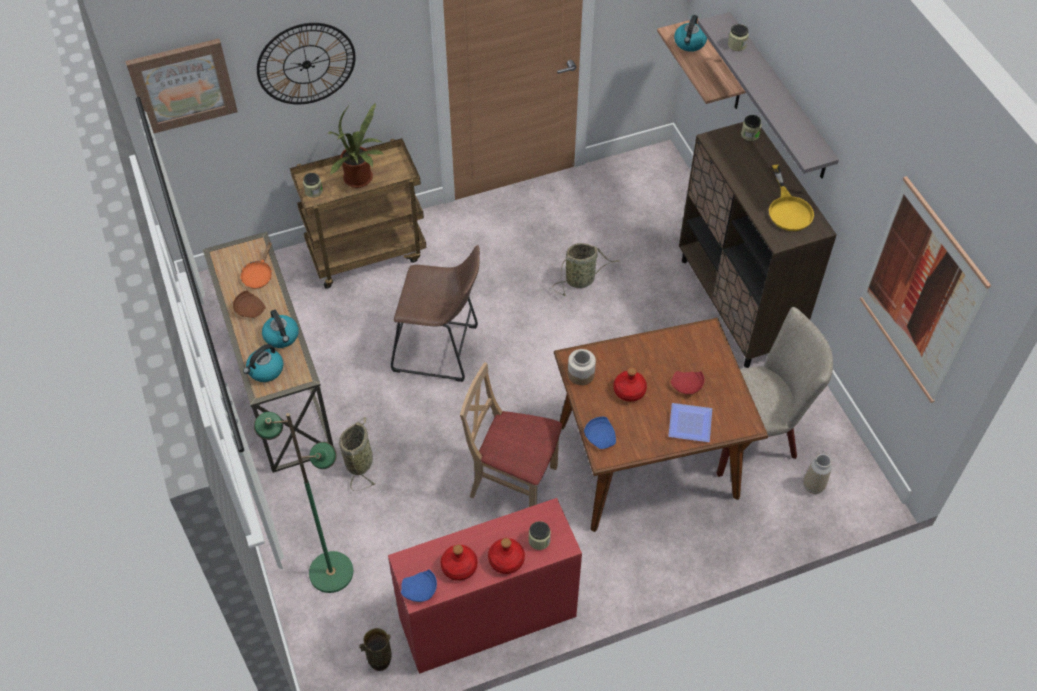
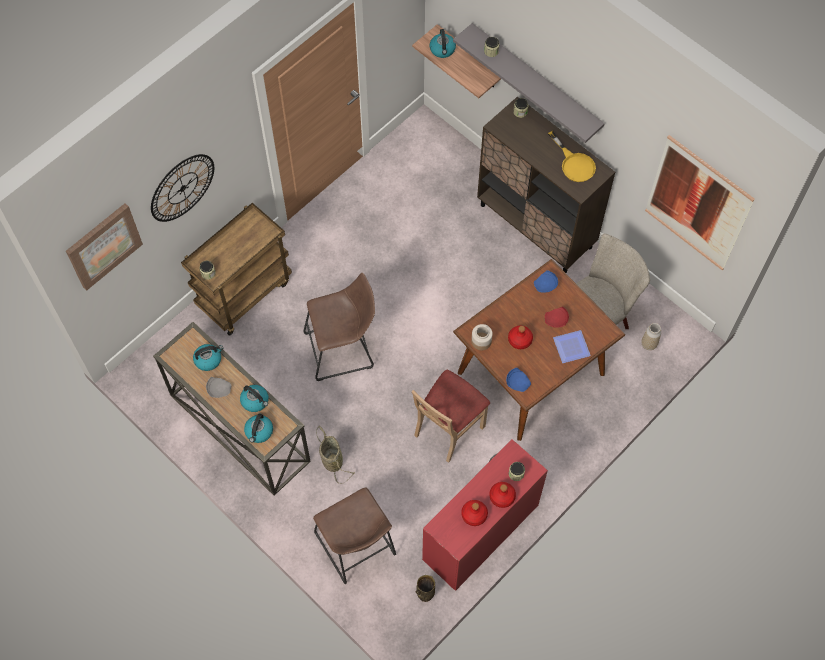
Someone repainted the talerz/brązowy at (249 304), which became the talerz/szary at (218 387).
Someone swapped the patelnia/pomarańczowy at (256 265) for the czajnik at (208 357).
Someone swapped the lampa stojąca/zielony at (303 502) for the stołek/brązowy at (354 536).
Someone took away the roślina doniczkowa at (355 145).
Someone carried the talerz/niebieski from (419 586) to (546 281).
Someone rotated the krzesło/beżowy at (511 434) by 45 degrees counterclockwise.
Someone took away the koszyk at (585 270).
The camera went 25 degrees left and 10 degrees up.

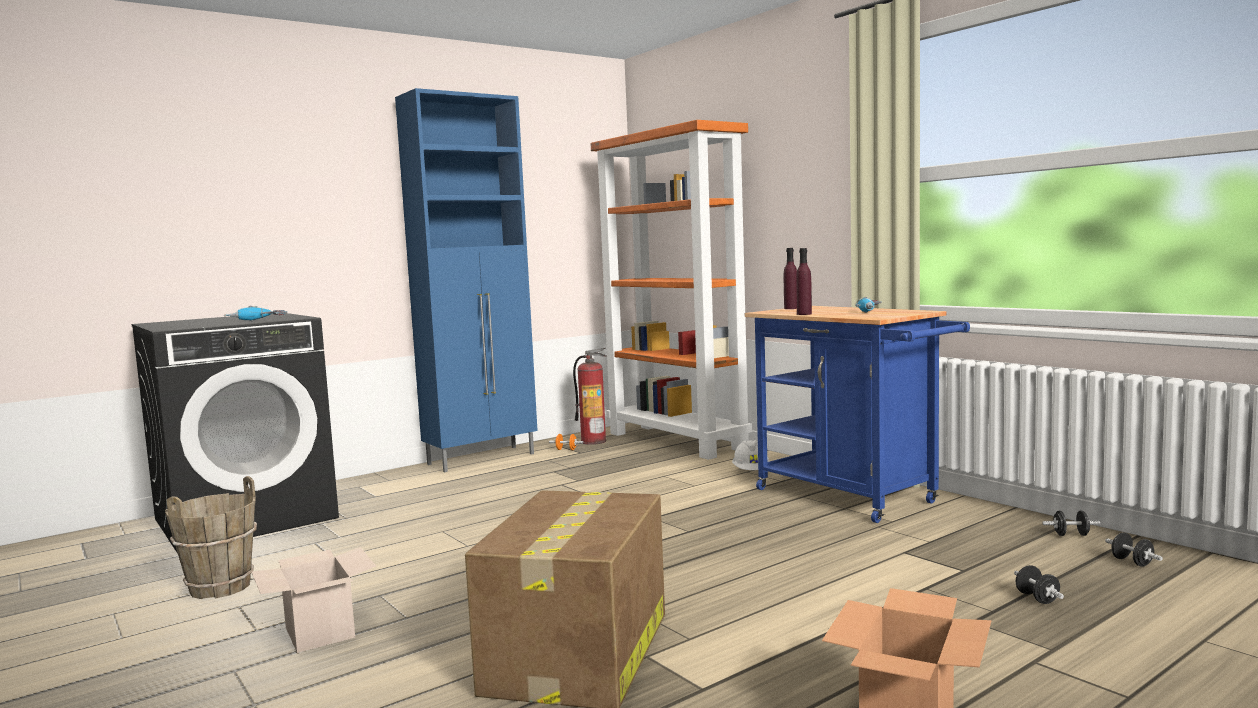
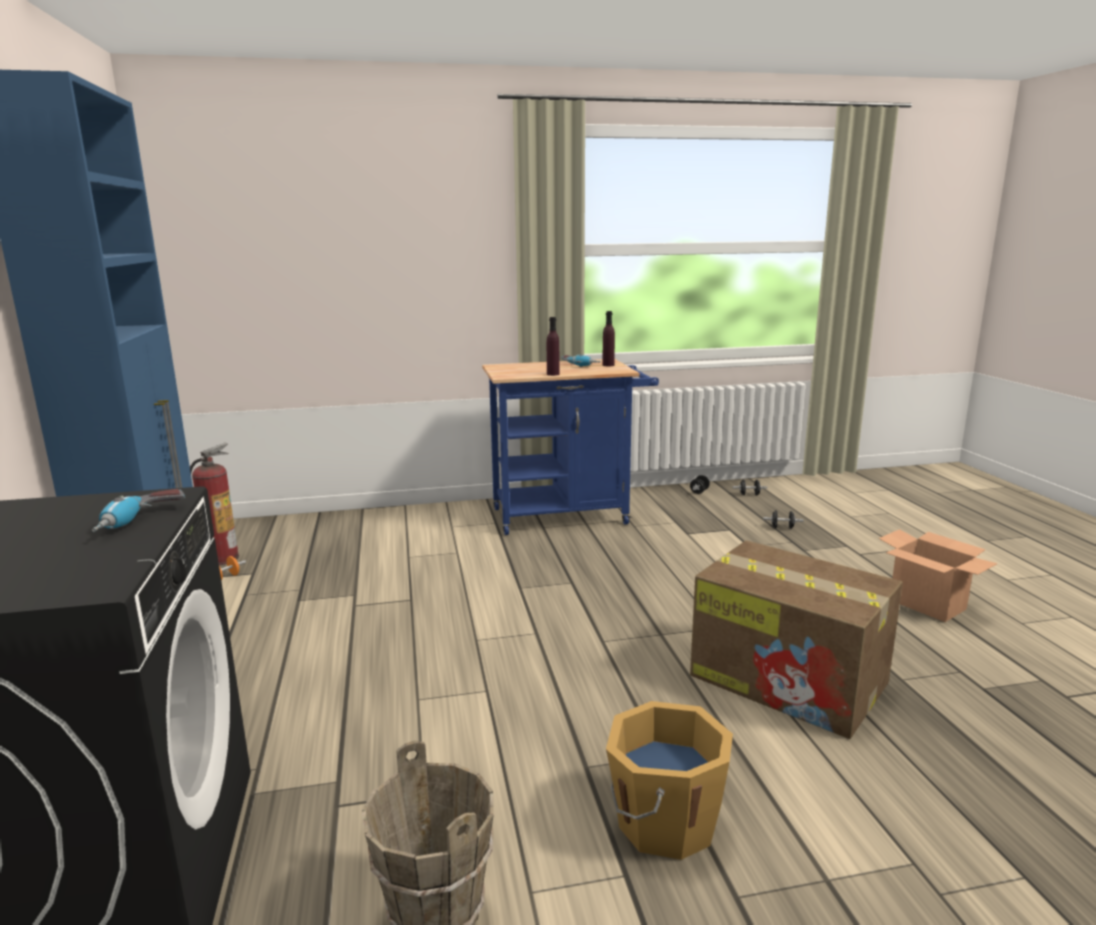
Someone swapped the karton at (314 600) for the wiadro/pomarańczowy at (669 780).
Someone took away the regał/pomarańczowy at (671 290).
Someone took away the kask/biały at (751 455).
Someone carried the butelka/fioletowy from (790 278) to (608 338).
The camera went 65 degrees left and 10 degrees up.

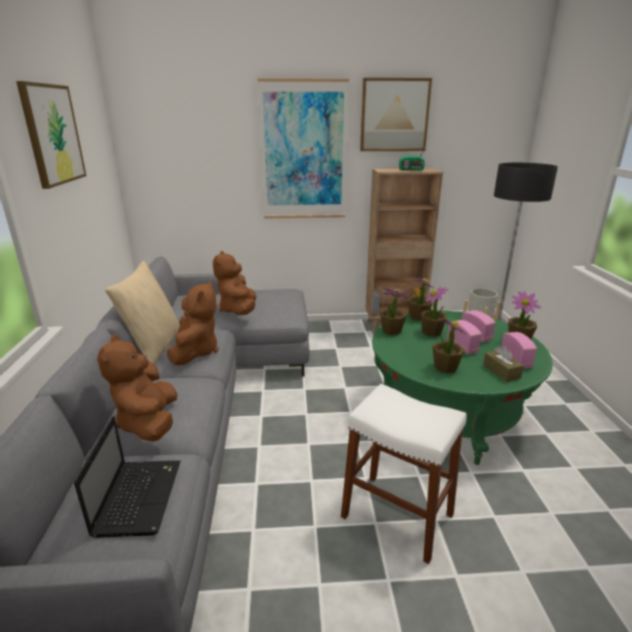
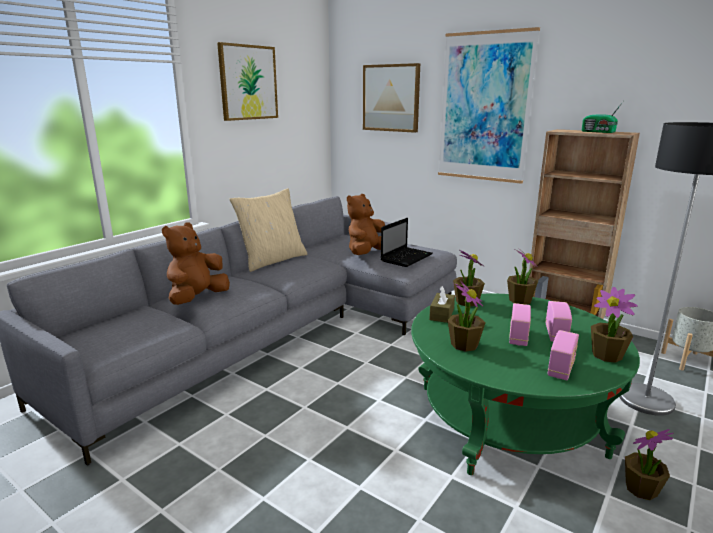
Someone carried the laptop from (127 477) to (407 242).
Someone took away the pluszak/brązowy at (193 323).
Someone took away the stołek/biały at (404 474).
Someone carried the obraz from (396 114) to (391 98).
Someone carried the roślina doniczkowa from (434 312) to (649 464).
Someone carried the pudełko chusteczek/brązowy from (503 364) to (442 304).
The camera went 40 degrees right and 5 degrees down.

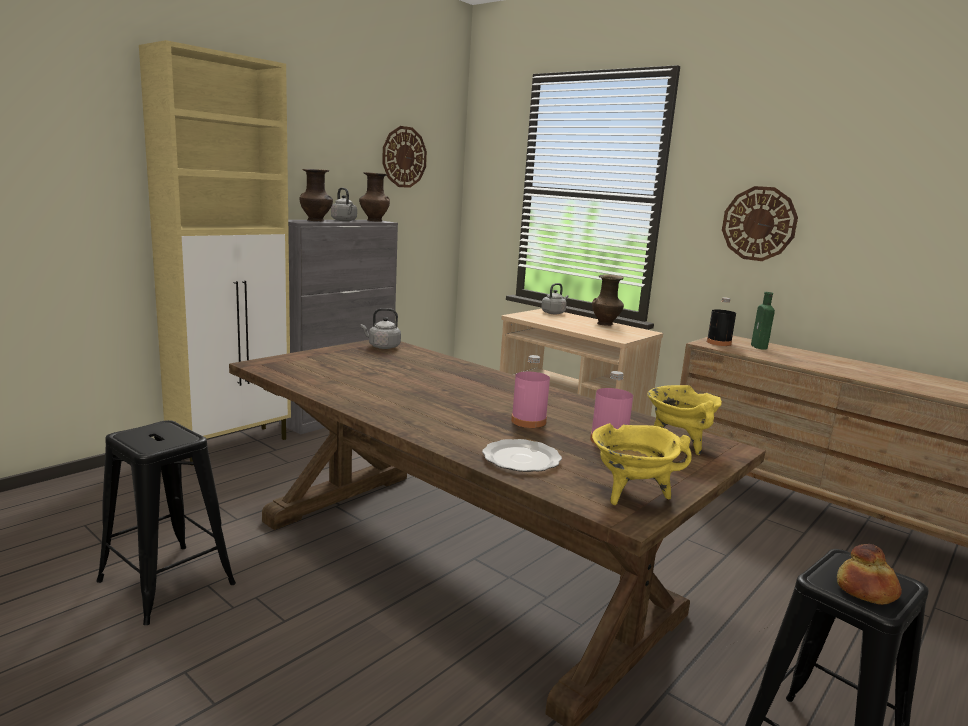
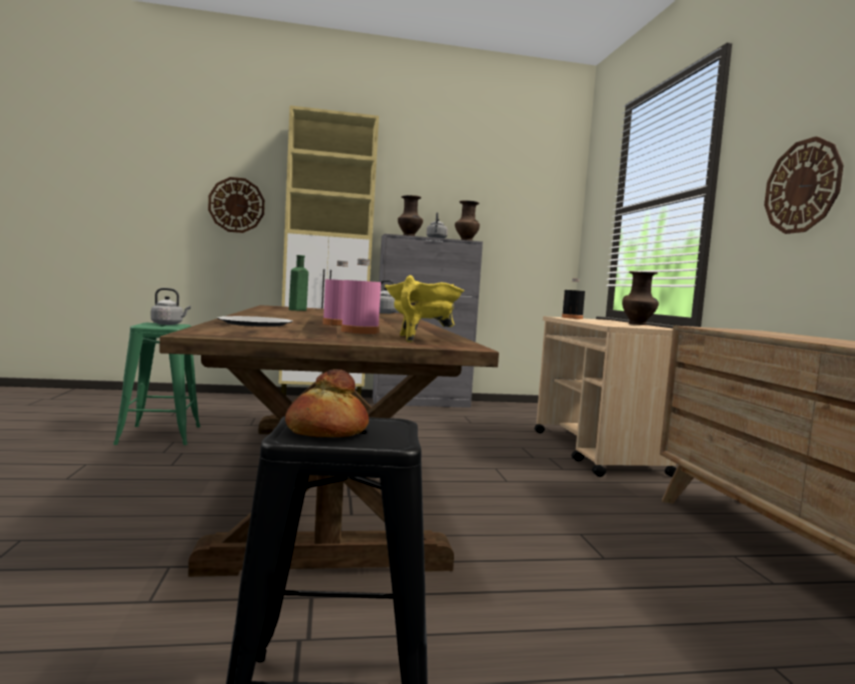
Someone repainted the stołek/czarny at (166 522), which became the stołek/zielony at (157 384).
Someone carried the zegar ścienny from (404 157) to (236 205).
Someone carried the czajnik/szary from (554 298) to (171 306).
Someone took away the garnek/żółty at (642 464).
Someone carried the butelka/czarny from (721 321) to (573 298).
Someone carried the butelka/zielony from (763 321) to (298 283).
The camera went 40 degrees right and 10 degrees down.

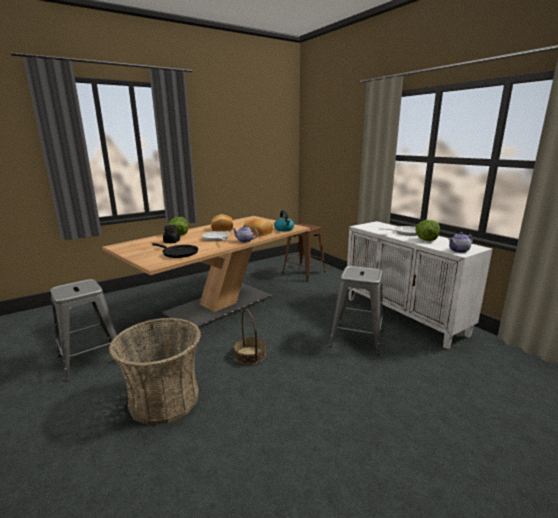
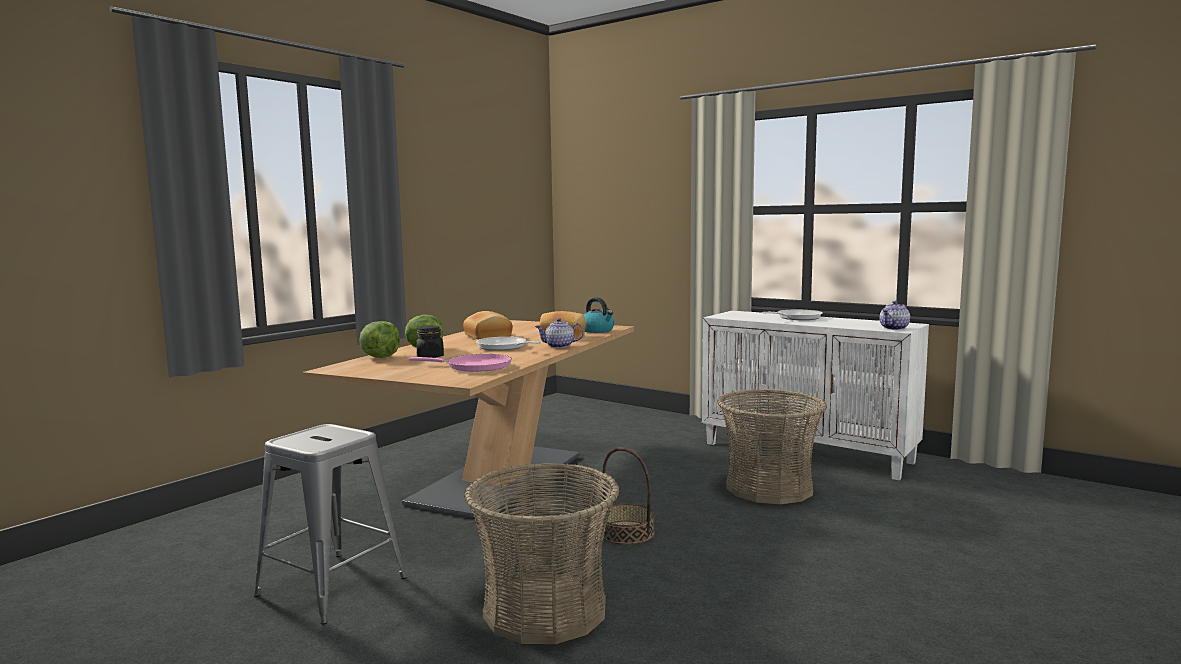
Someone repainted the patelnia/czarny at (175 250), which became the patelnia/różowy at (460 363).
Someone took away the stołek/brązowy at (304 252).
Someone swapped the stołek/szary at (356 310) for the koszyk at (772 446).
Someone carried the sałata from (428 230) to (379 339).
The camera went 20 degrees left and 10 degrees down.

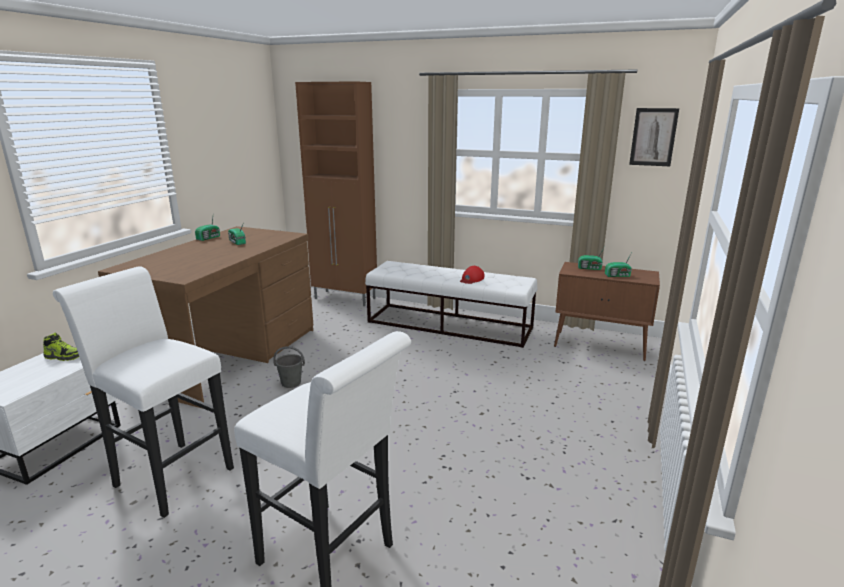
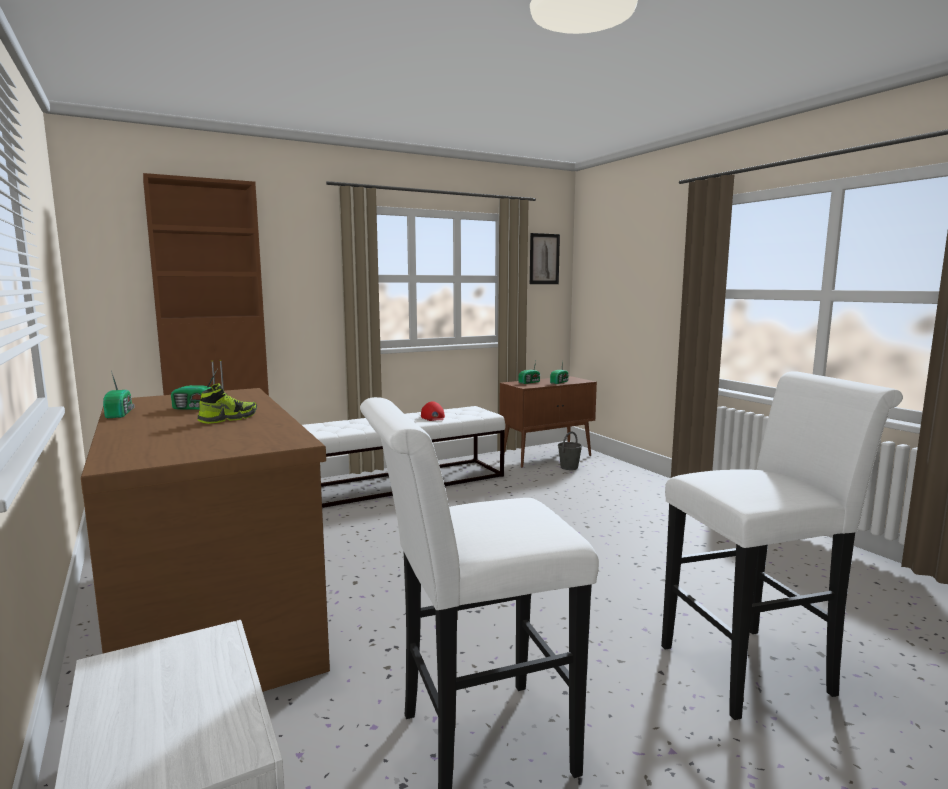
Someone carried the but from (61 346) to (227 403).
Someone carried the wiadro/szary from (289 367) to (570 450).
The camera went 50 degrees left and 10 degrees down.

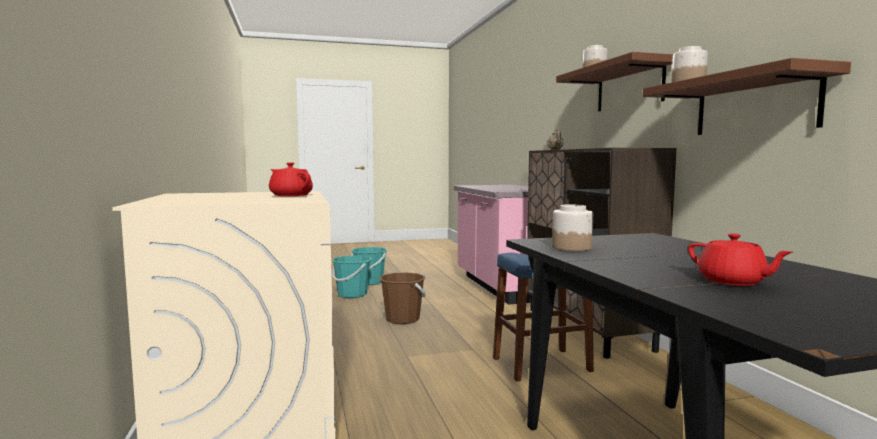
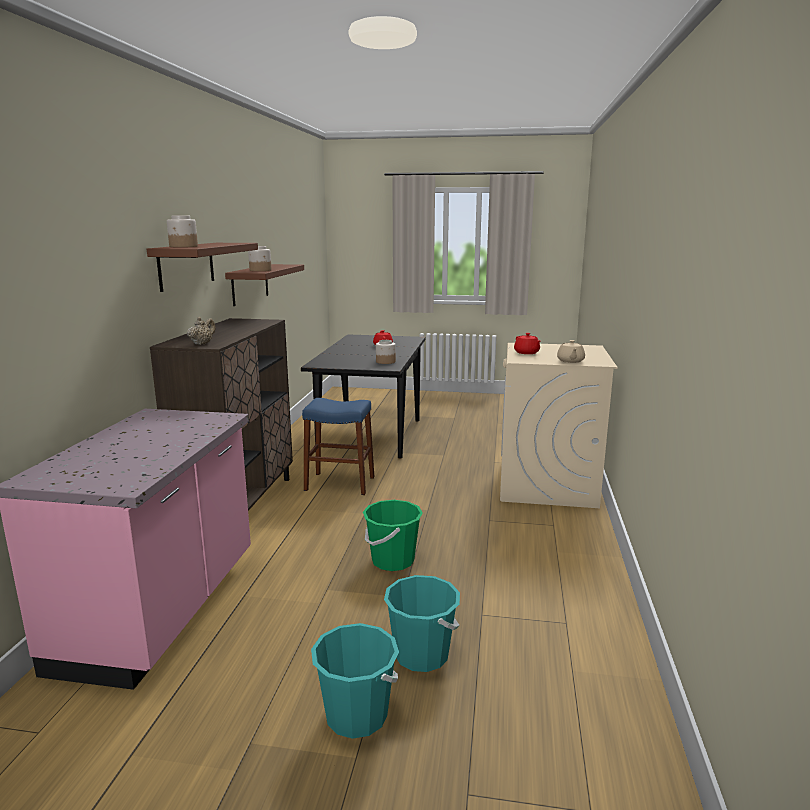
Someone repainted the wiadro/brązowy at (402 298), which became the wiadro/zielony at (393 535).
Someone put down the imbryk/beżowy at (571 351).
The camera went 155 degrees left and 10 degrees up.

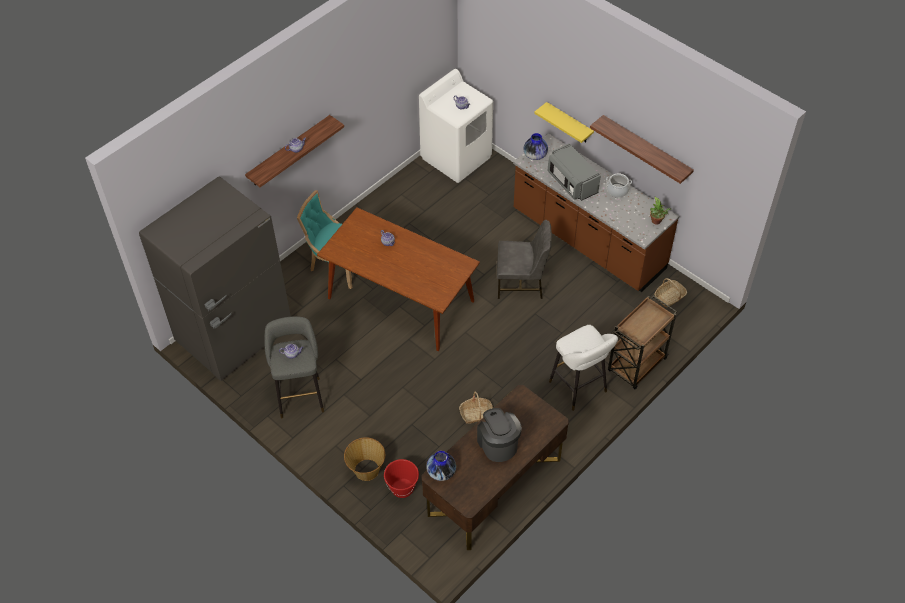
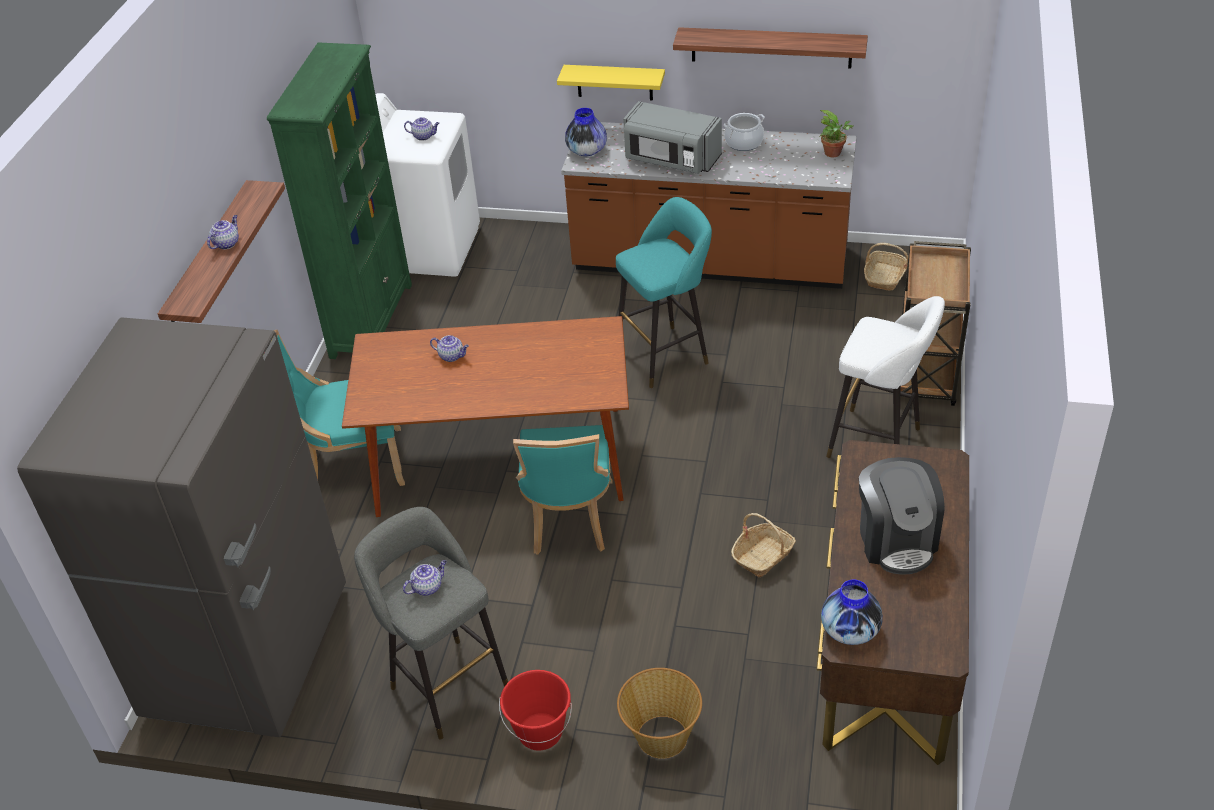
Someone carried the wiadro/czerwony from (401 478) to (535 710).
Someone rotated the ekspres do kawy at (499 435) by 135 degrees counterclockwise.
Someone swapped the krzesło/szary at (524 259) for the stołek/turkusowy at (664 292).
Someone put down the regał/zielony at (339 200).
Someone put down the krzesło/turkusowy at (563 490).
The camera went 30 degrees left and 10 degrees down.

